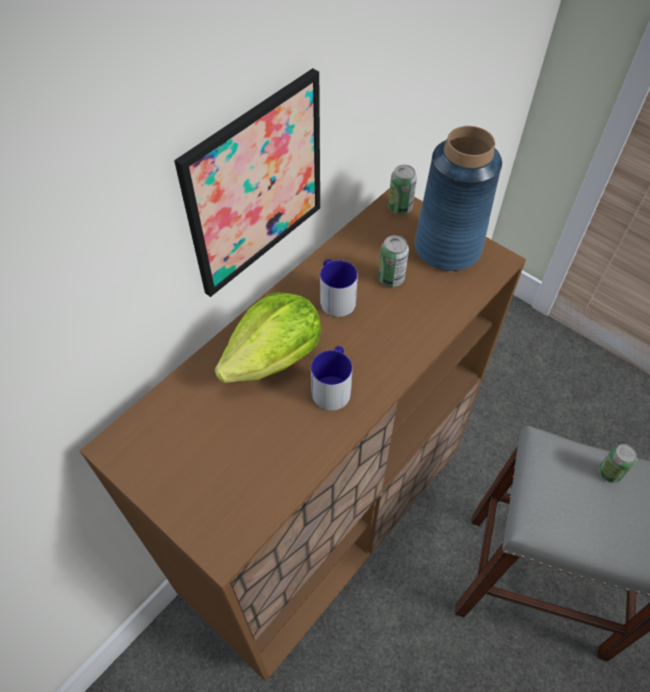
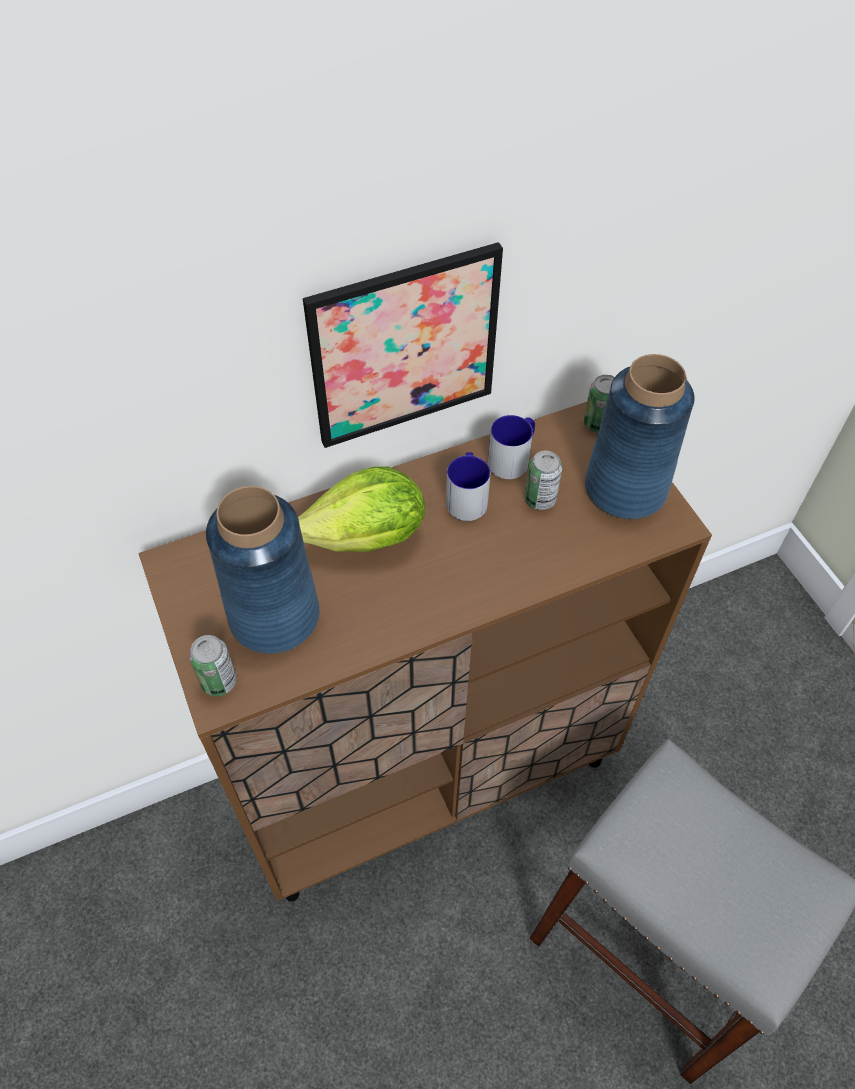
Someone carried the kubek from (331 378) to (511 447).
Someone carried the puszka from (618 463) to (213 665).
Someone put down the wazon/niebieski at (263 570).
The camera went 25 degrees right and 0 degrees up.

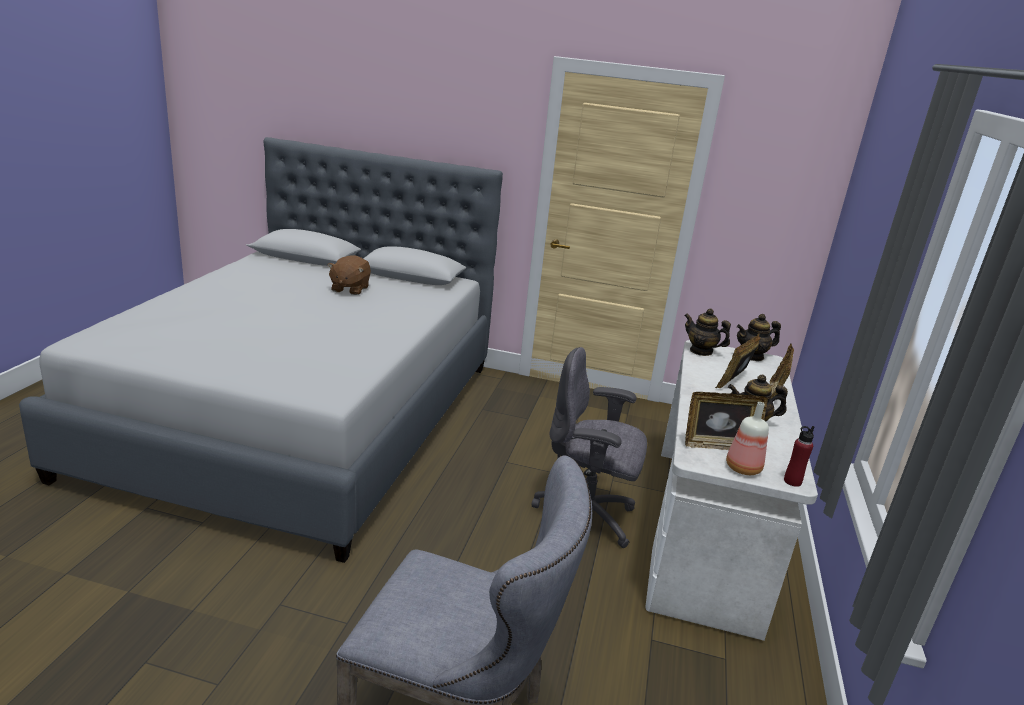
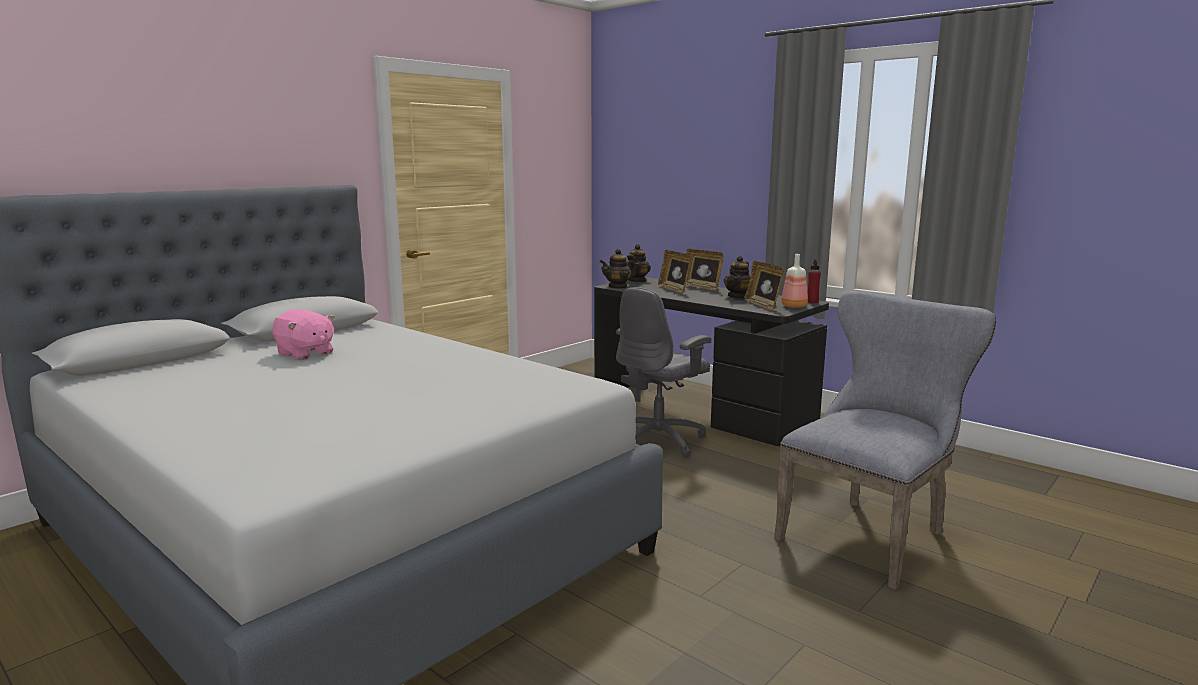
Someone repainted the pluszak/brązowy at (349 275), which became the pluszak/różowy at (303 334).
Someone repainted the biurko/biały at (731 490), which became the biurko/czarny at (711 361).
Someone rotated the ramka na zdjęcie at (726 421) by 135 degrees clockwise.
The camera went 60 degrees left and 10 degrees down.

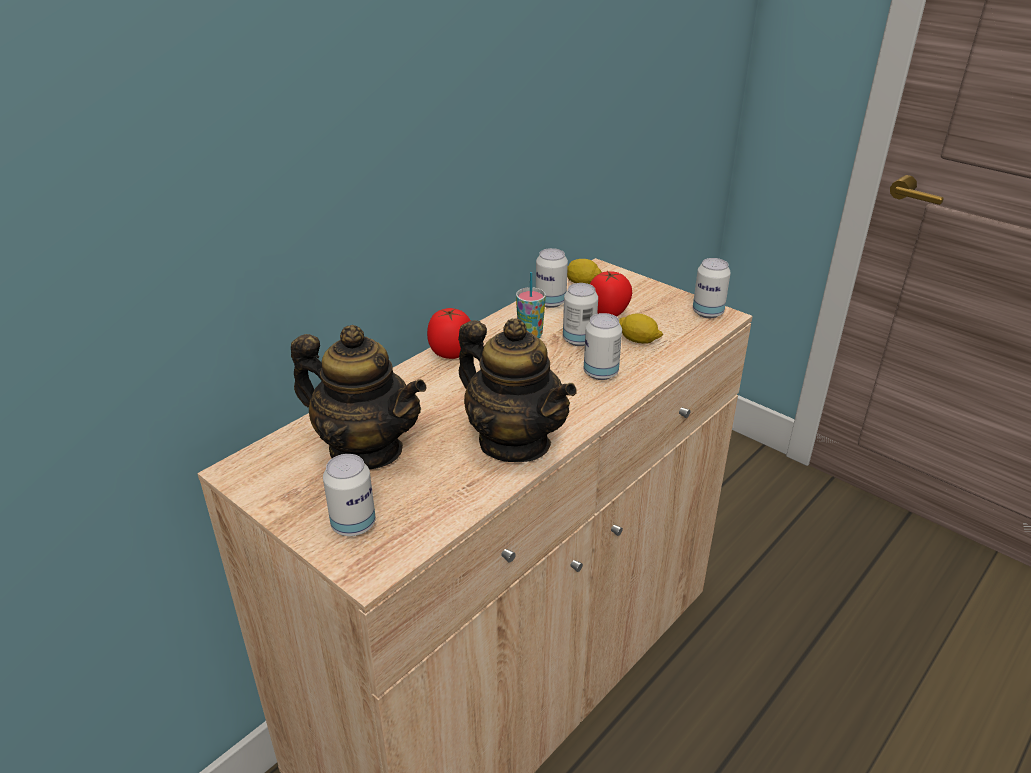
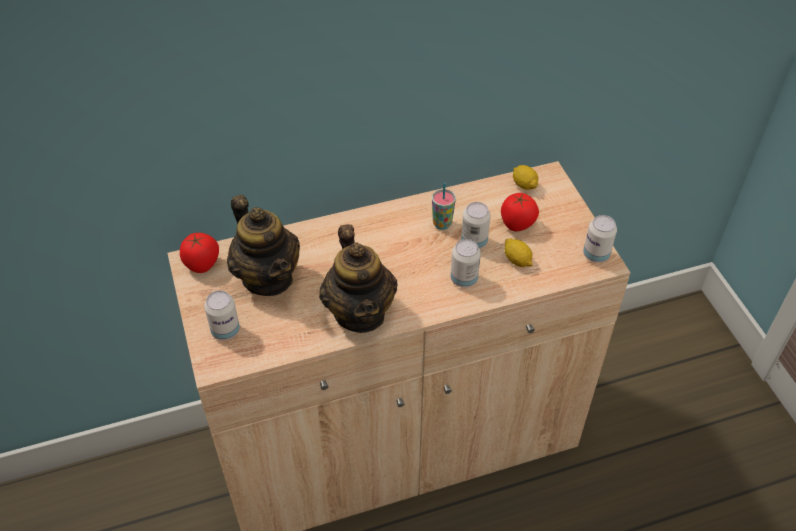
Someone carried the pomidor from (449 333) to (199 253).
Someone took away the puszka at (552 278).
The camera went 30 degrees right and 15 degrees up.

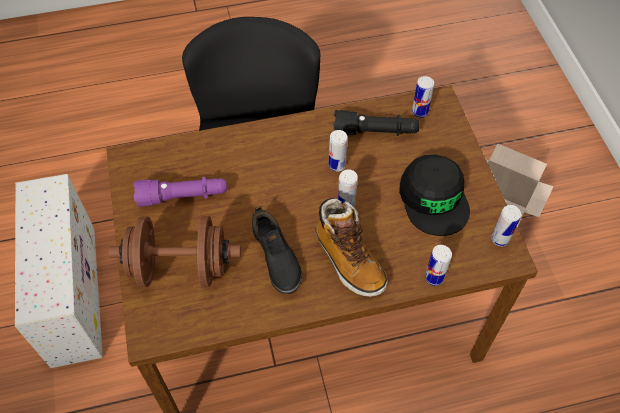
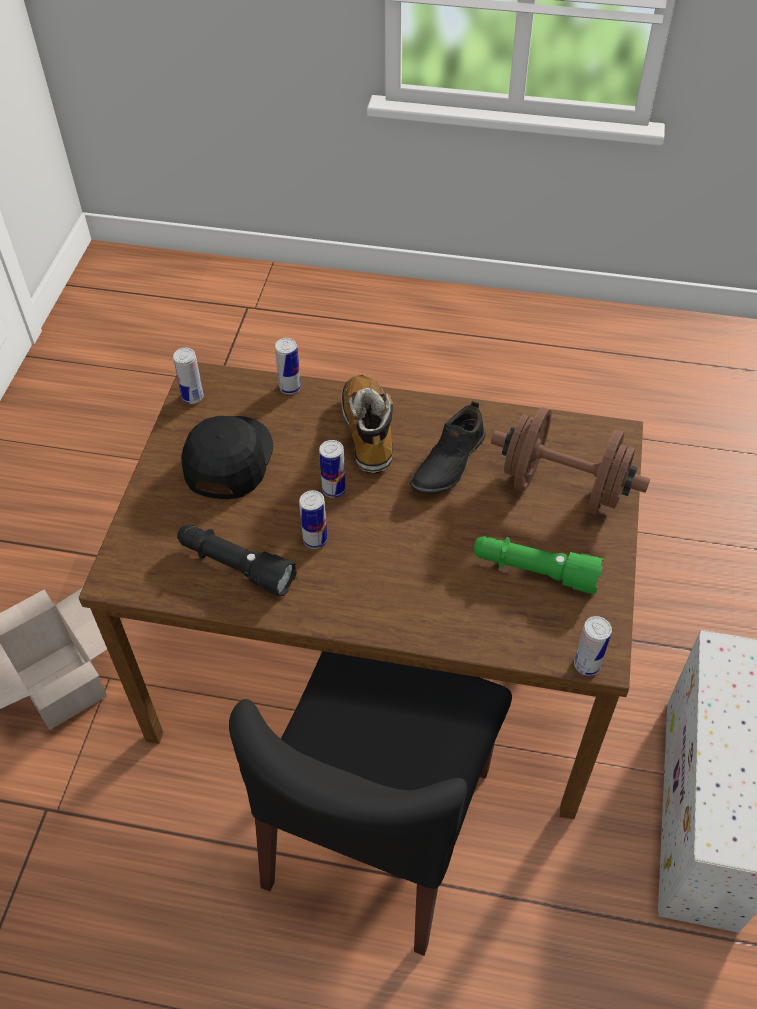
Someone repainted the latarka/fioletowy at (180 191), which became the latarka/zielony at (538 565).
Someone rotated the but/czarny at (277 250) by 150 degrees counterclockwise.
Someone carried the puszka from (423 97) to (593 646).
The camera went 155 degrees left and 5 degrees down.

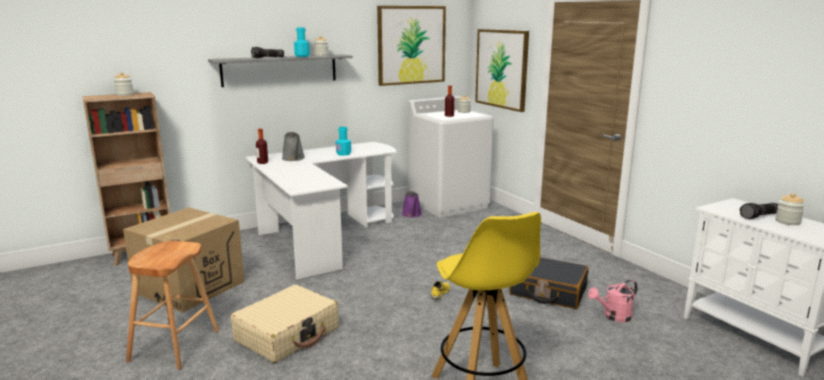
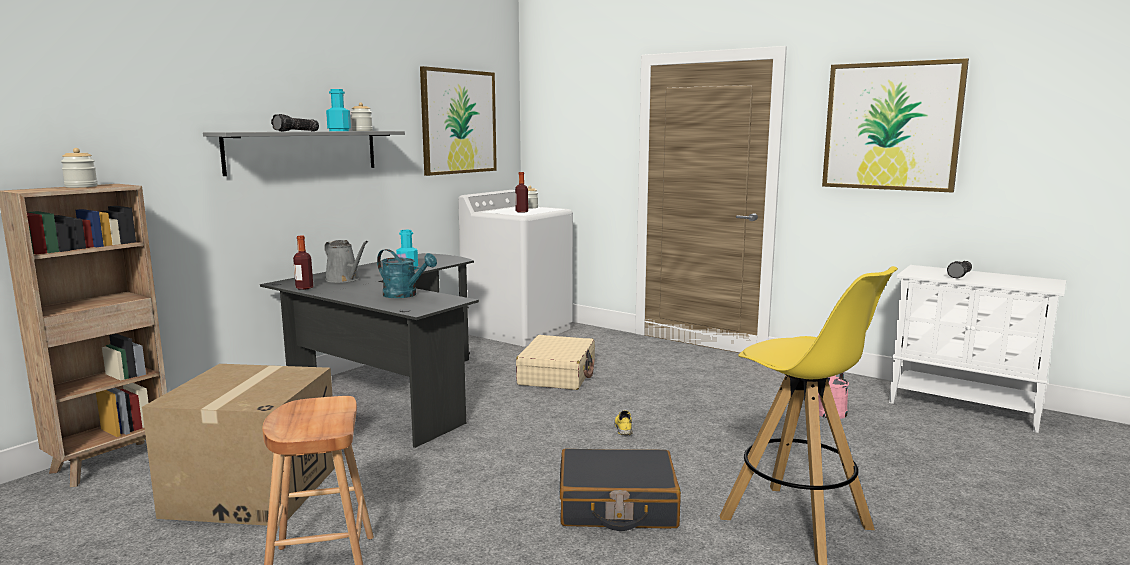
Someone carried the walizka/beżowy from (285 324) to (555 362).
Someone repainted the biurko/biały at (320 210), which became the biurko/czarny at (369 350).
Someone took away the konewka/fioletowy at (412 203).
Someone carried the obraz from (502 70) to (895 125).
Someone carried the walizka/czarny from (549 283) to (620 489).
Someone took away the słoik at (790 209).
Someone put down the konewka/turkusowy at (407 273).
The camera went 25 degrees left and 5 degrees down.

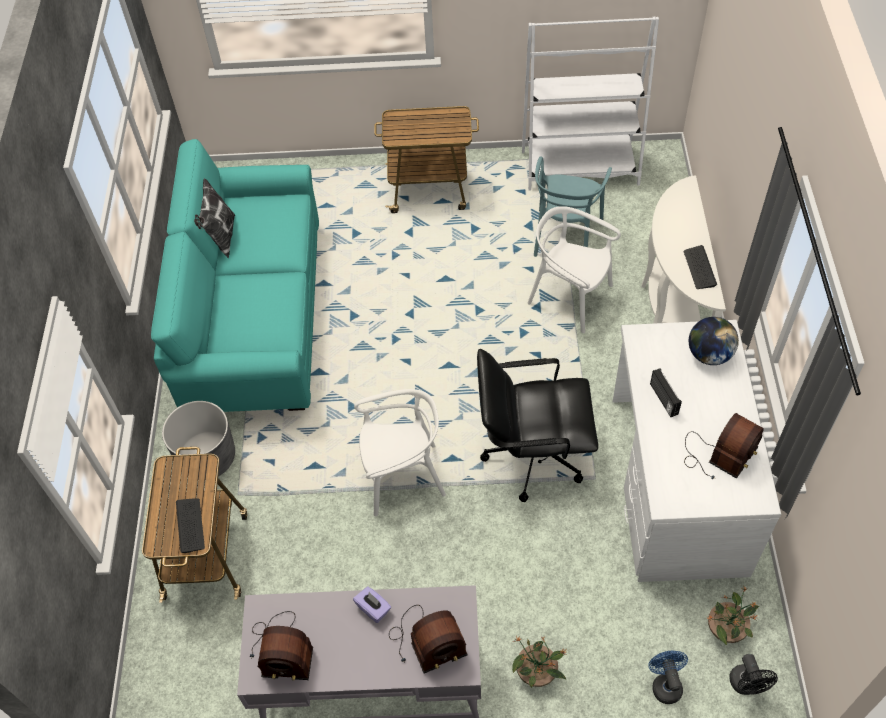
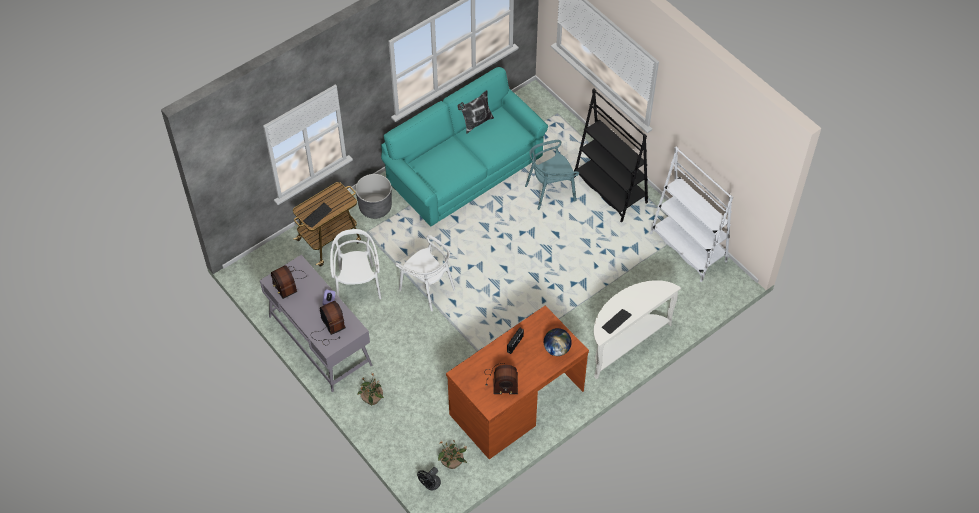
Someone swapped the wózek at (426 159) for the regał/czarny at (611 155).
Someone rotated the radio at (428 639) by 150 degrees counterclockwise.
Someone took away the krzesło biurowe/czarny at (537 425).
Someone carried the krzesło/biały from (574 269) to (355 264).
Someone carried the krzesło/turkusowy from (573 207) to (552 175).
Someone repainted the biurko/biały at (697 451), which became the biurko/brązowy at (517 382).
Someone took away the wentylator/niebieski at (668 677).
The camera went 50 degrees right and 0 degrees up.

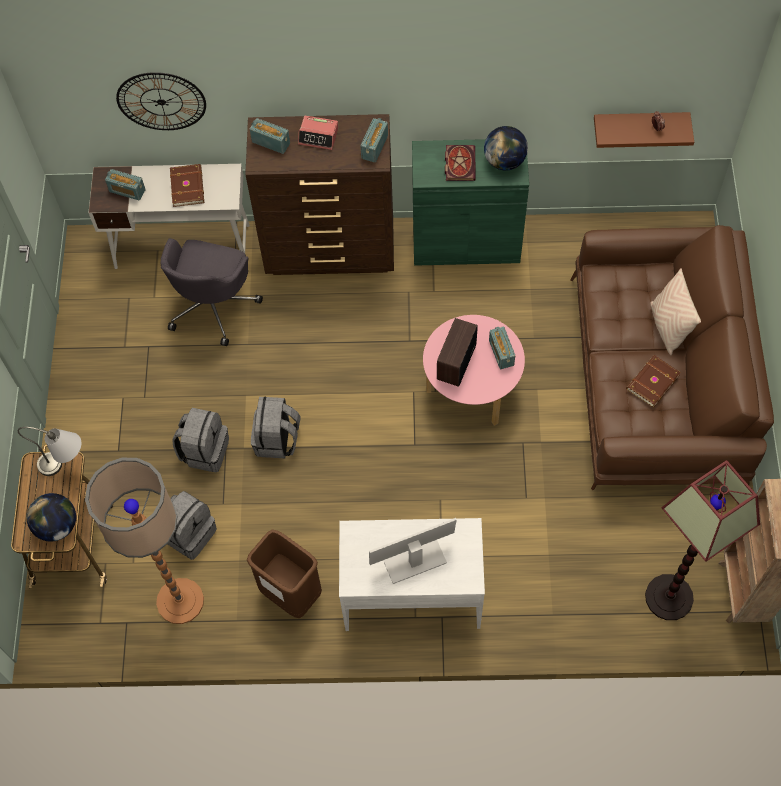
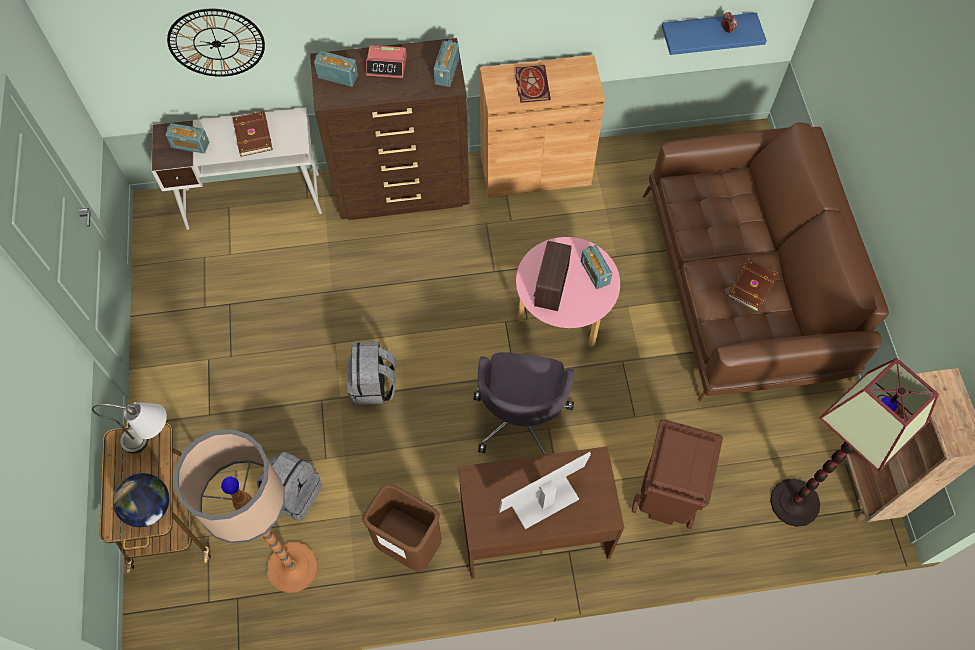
Someone carried the krzesło biurowe/szary from (211 292) to (524 403).
Someone took away the plecak/szary at (200 440).
Someone repainted the biurko/biały at (412 574), which became the biurko/brązowy at (541 512).
Someone repainted the szafka/zielony at (470 202), which became the szafka/brązowy at (542 126).
Someone took away the globus at (506 148).
Someone repainted the półka/brązowy at (644 130), which became the półka/niebieski at (714 34).
Someone took away the poduszka/beżowy at (675 311).
Someone put down the kosz na śmieci/brązowy at (677 474).
The camera went 10 degrees left and 0 degrees up.

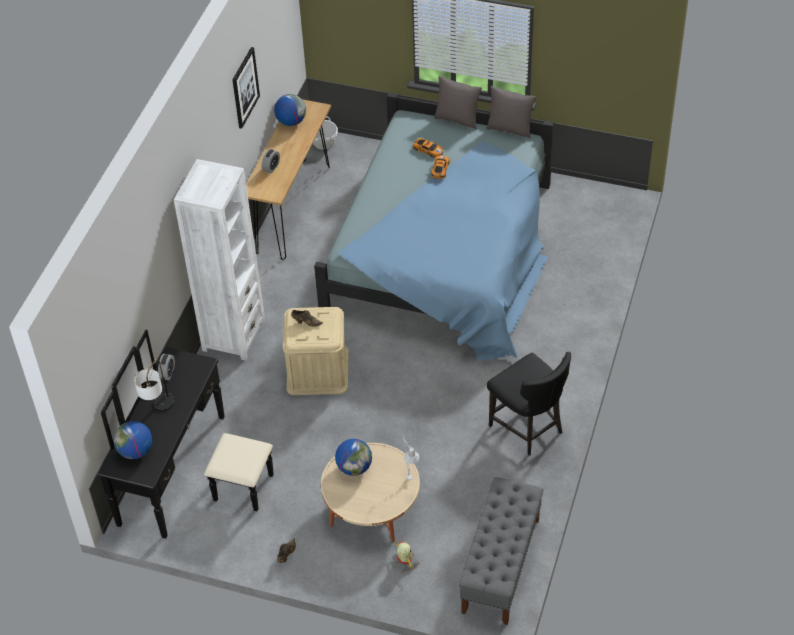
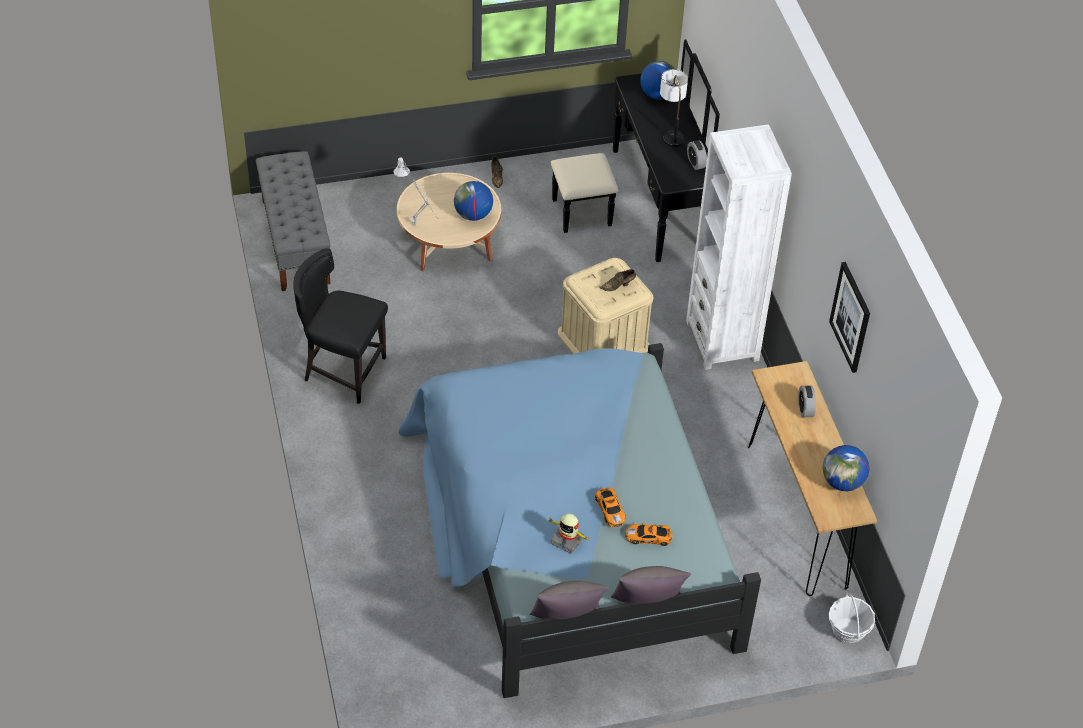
Someone carried the robot zabawkowy from (406 556) to (569 533).
The camera went 145 degrees right and 0 degrees up.

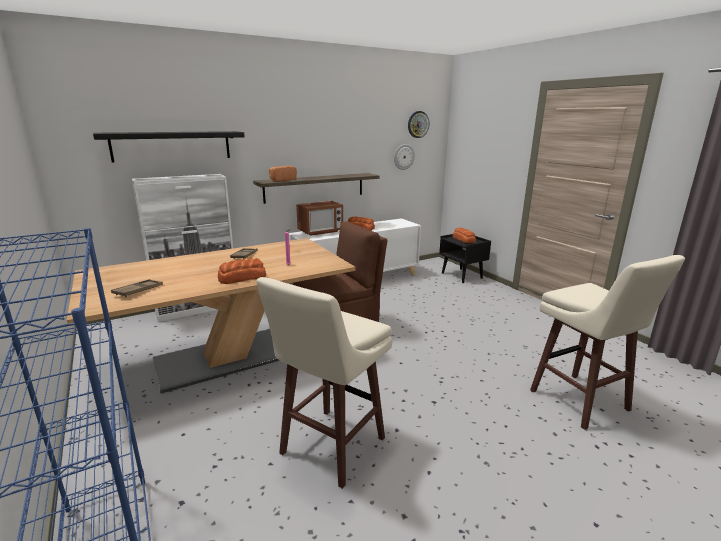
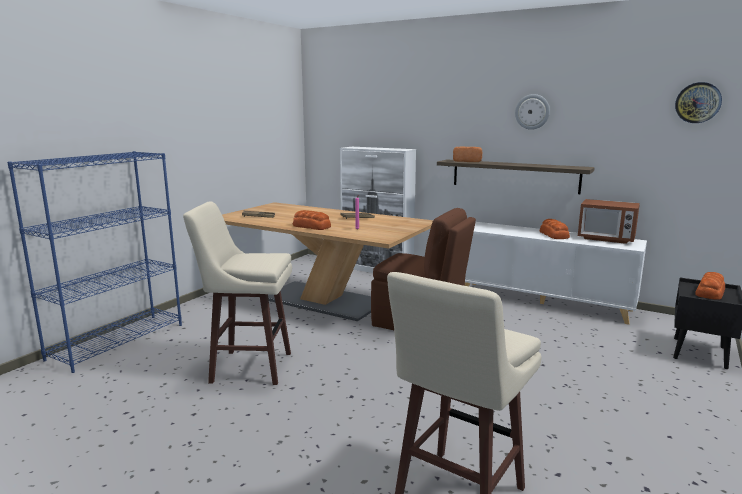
Someone took away the półka/czarny at (169 146).
Someone carried the mikrofalówka from (319 218) to (609 221).
Someone carried the zegar ścienny from (404 157) to (532 112).
The camera went 60 degrees right and 5 degrees down.

